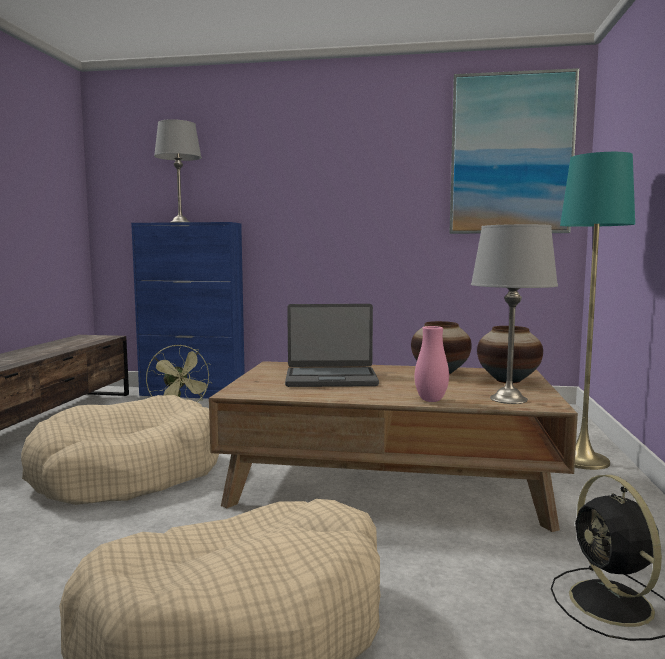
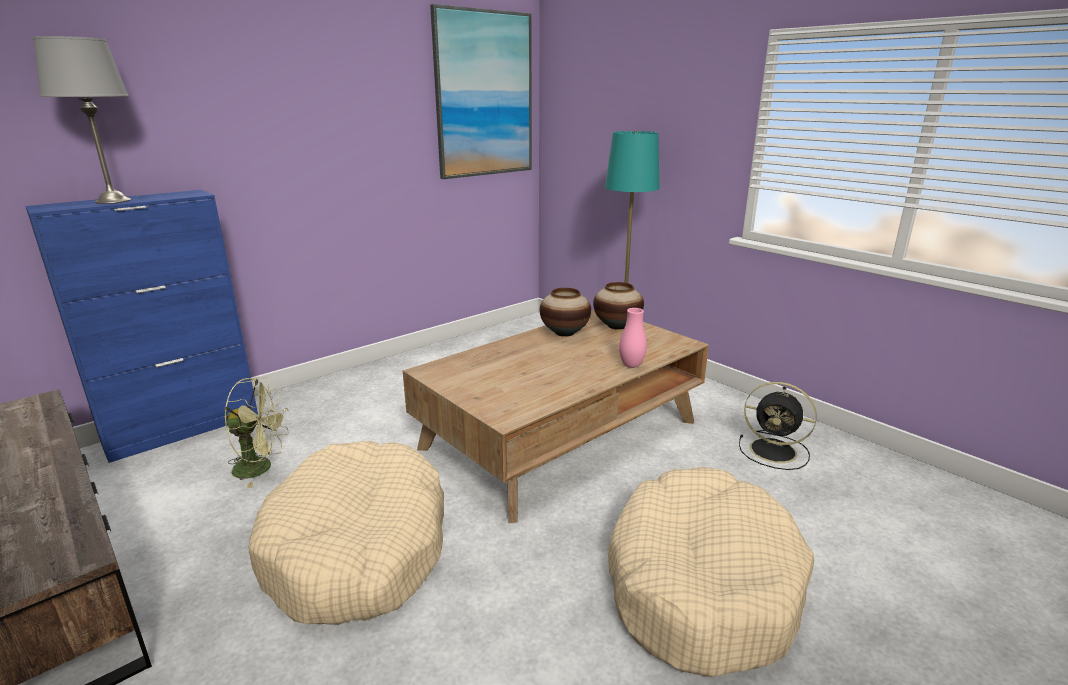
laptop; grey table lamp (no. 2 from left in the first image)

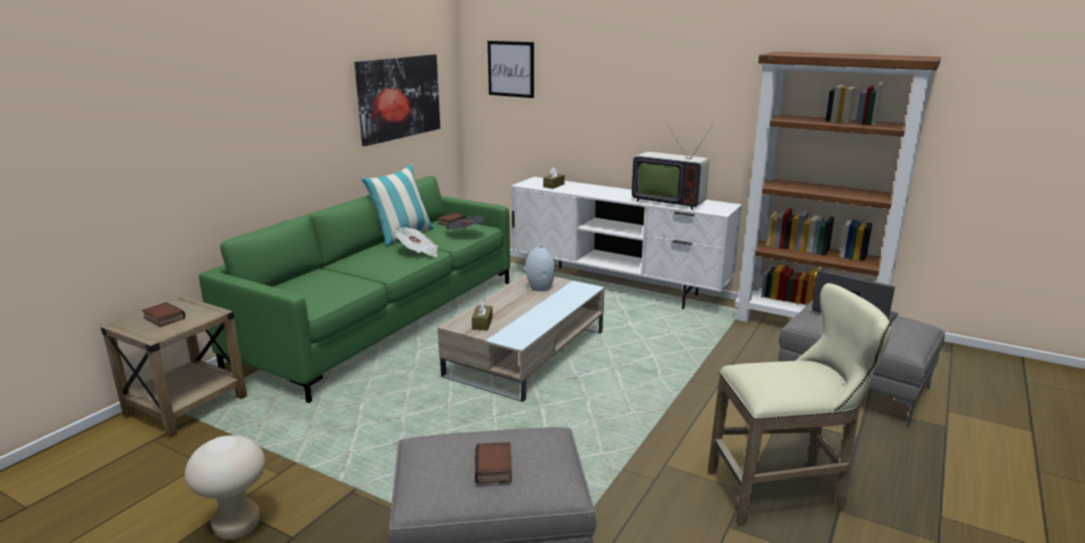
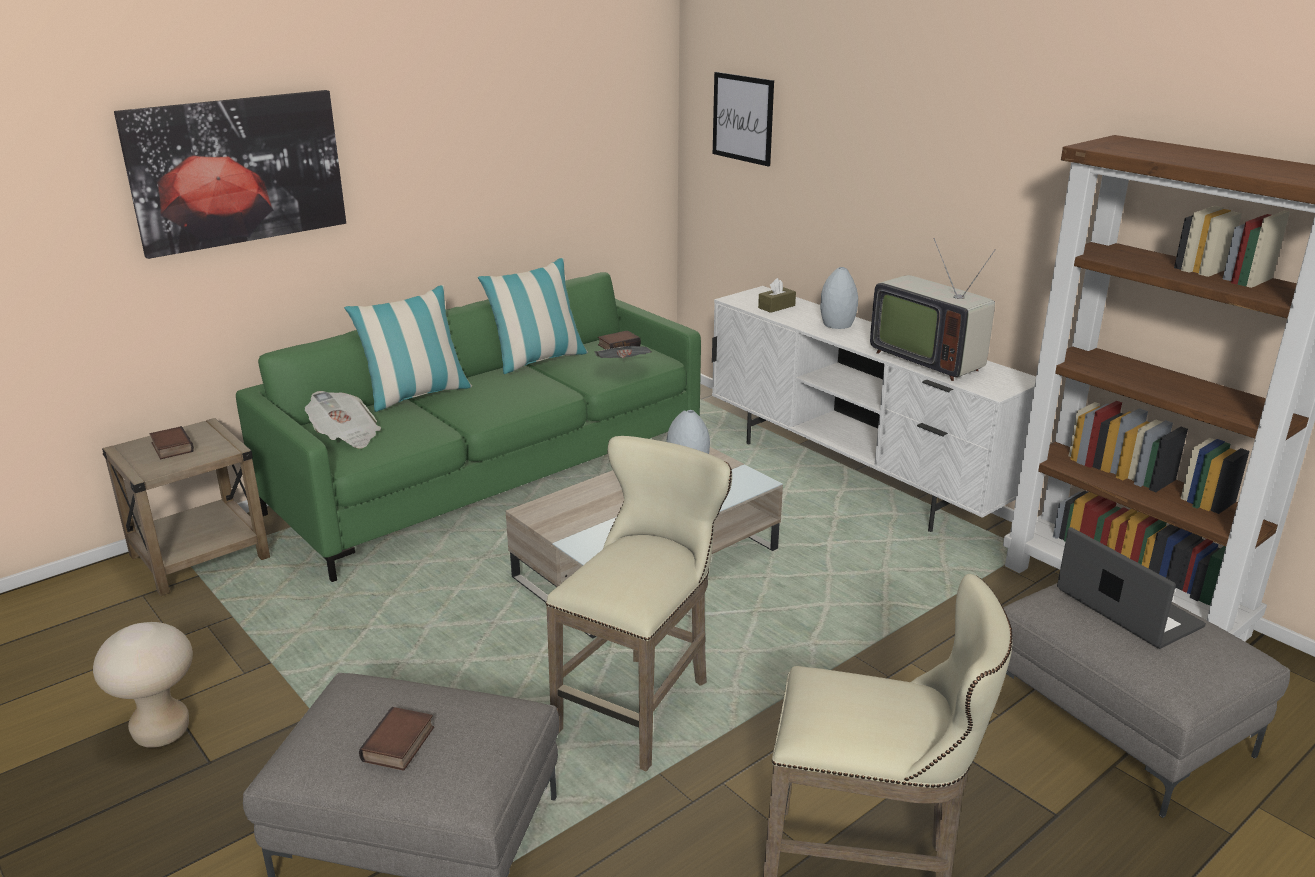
picture (no. 1 from left); newspaper (no. 1 from left); pillow (no. 1 from left); beige stool (no. 2 from left); grey vase (no. 2 from left); brown tissue box (no. 1 from left in the first image)

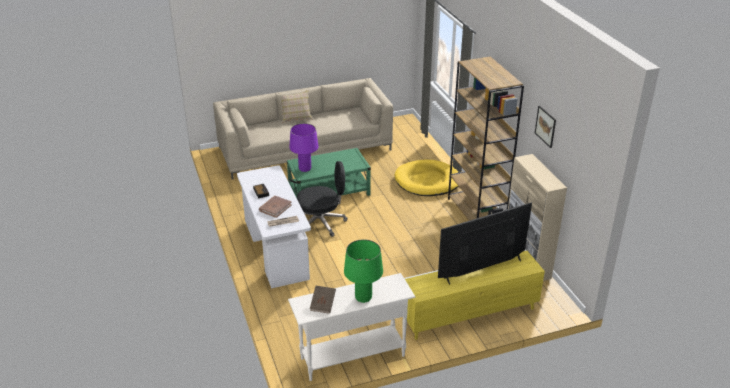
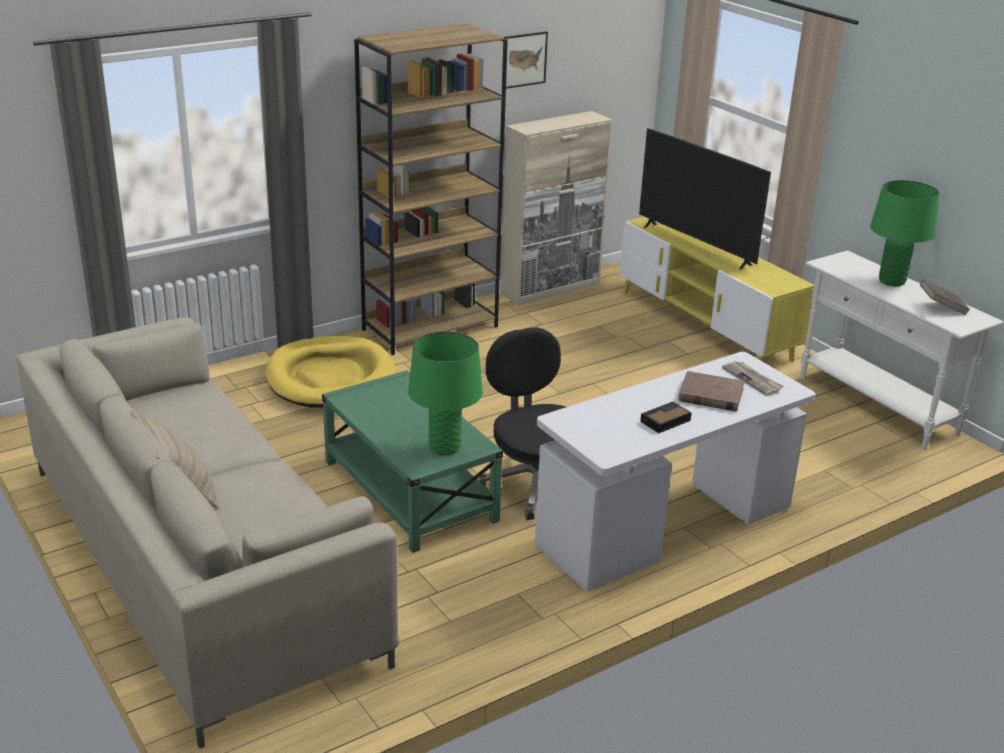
green table lamp (no. 1 from left)

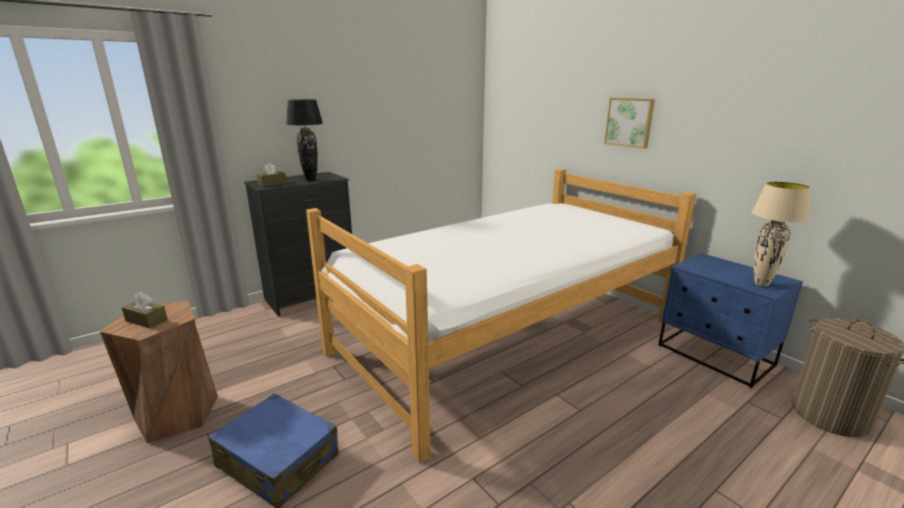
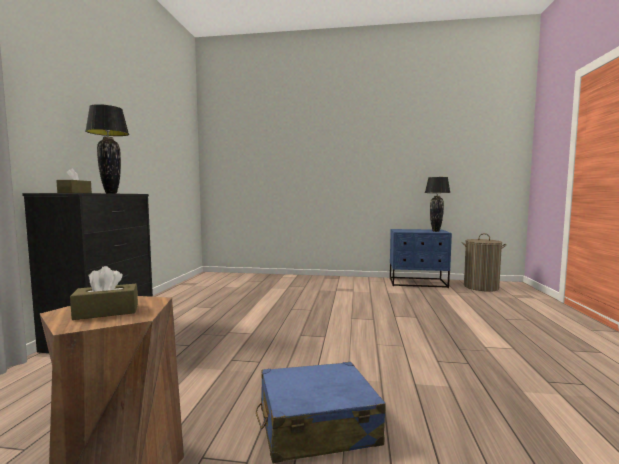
black table lamp (no. 2 from left); bed; picture

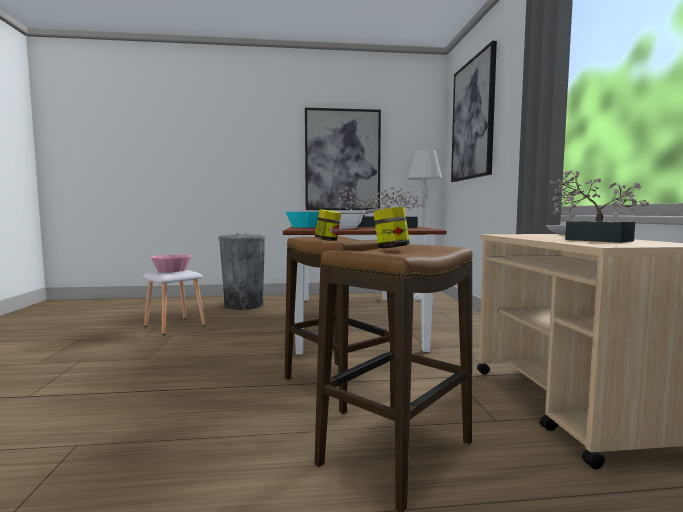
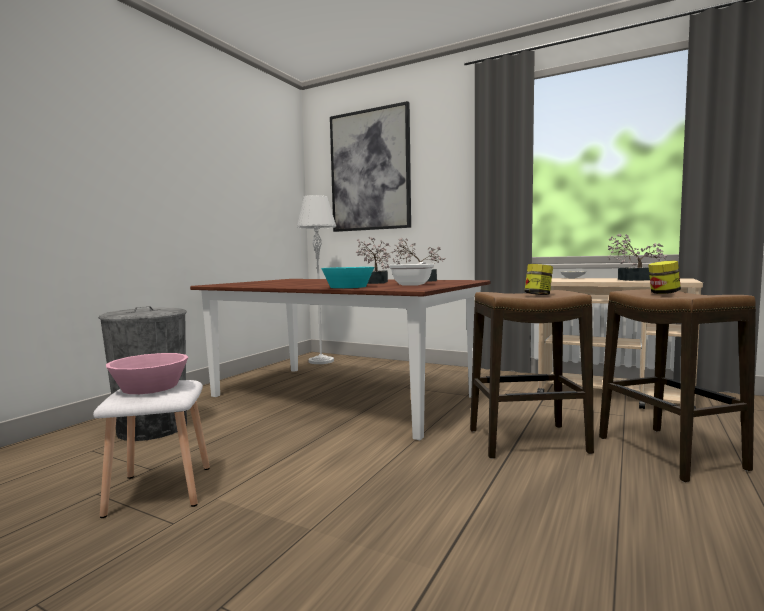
picture (no. 1 from left in the first image)

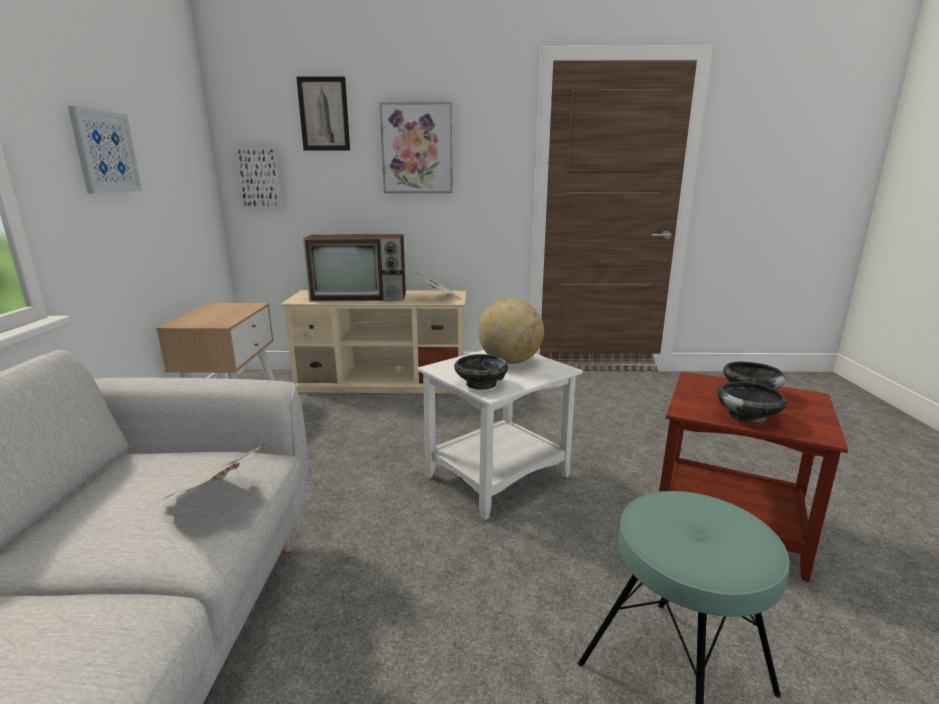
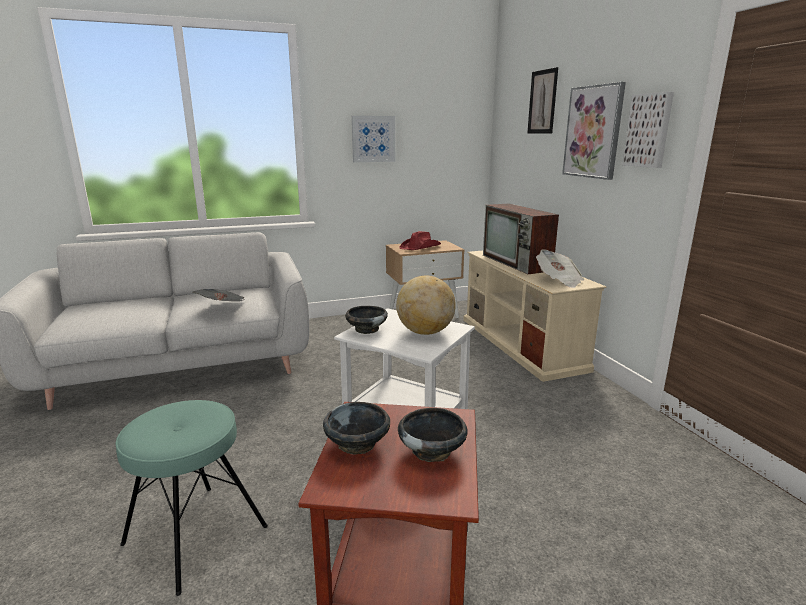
red hat; picture (no. 4 from left)

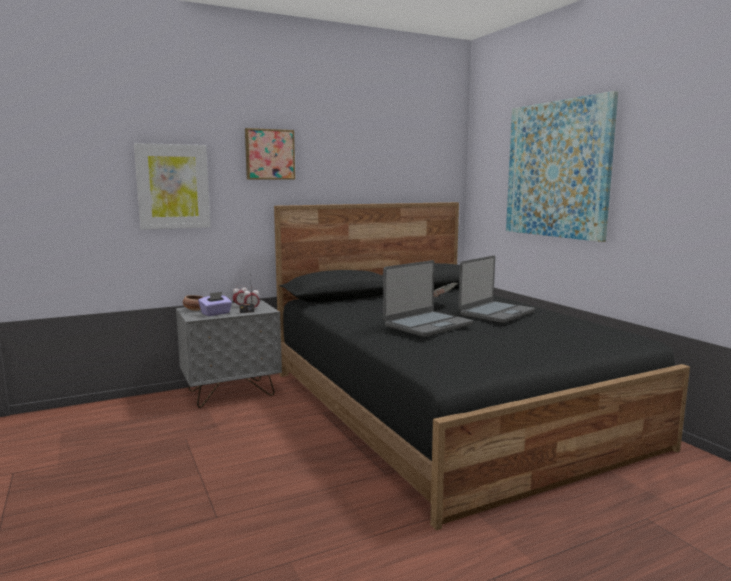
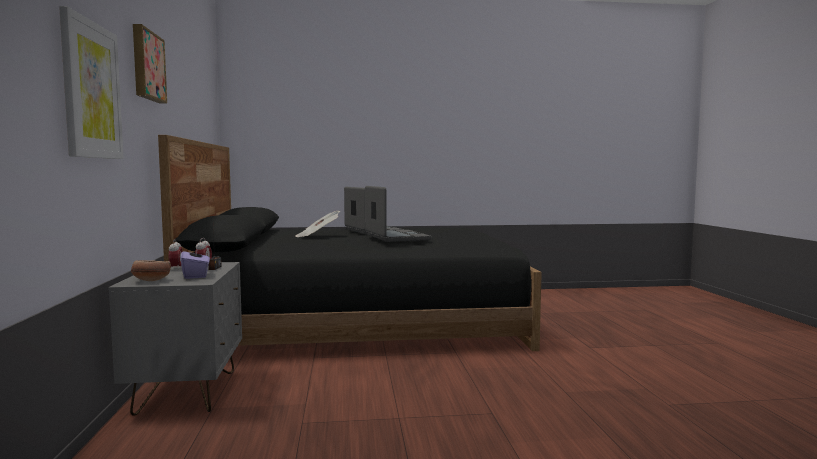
picture (no. 3 from left in the first image)

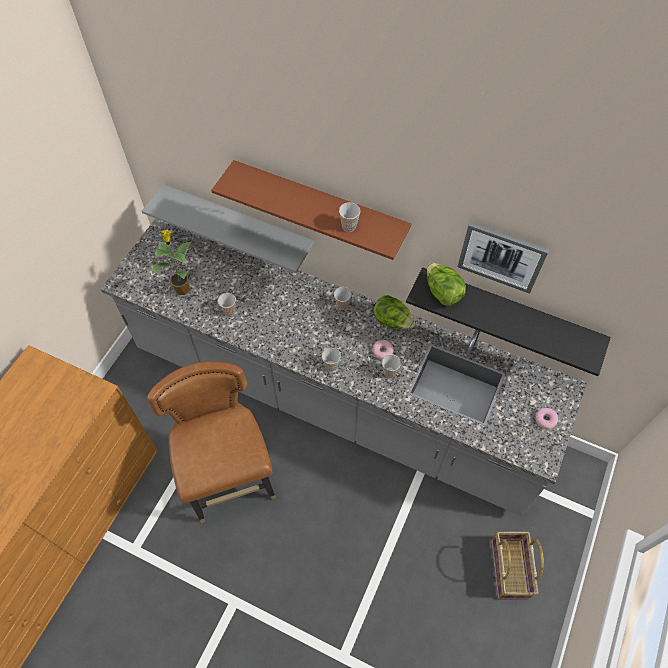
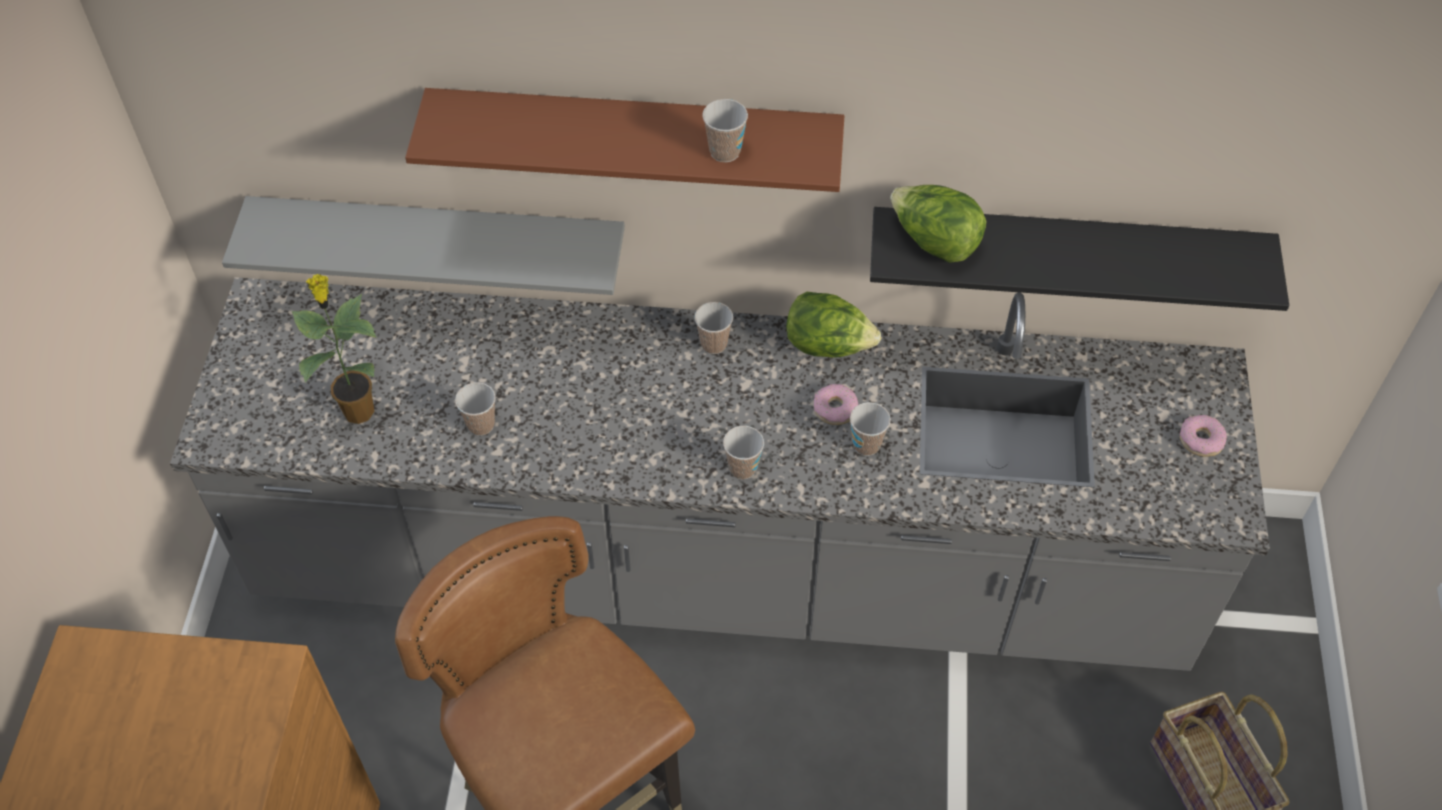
picture

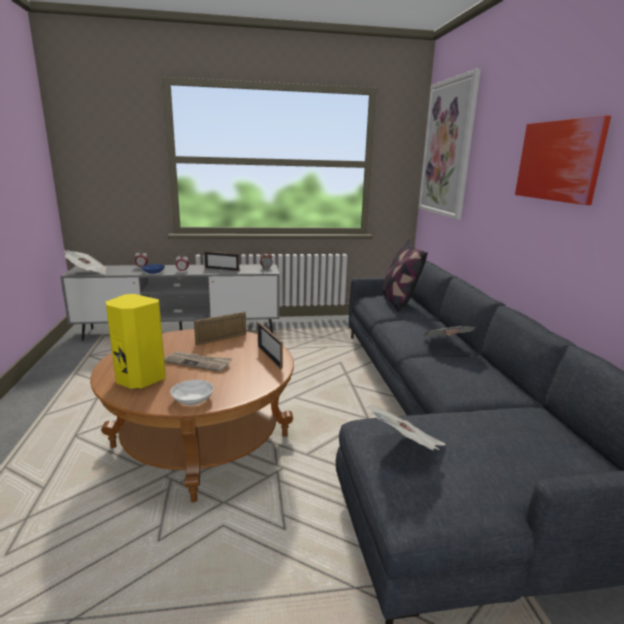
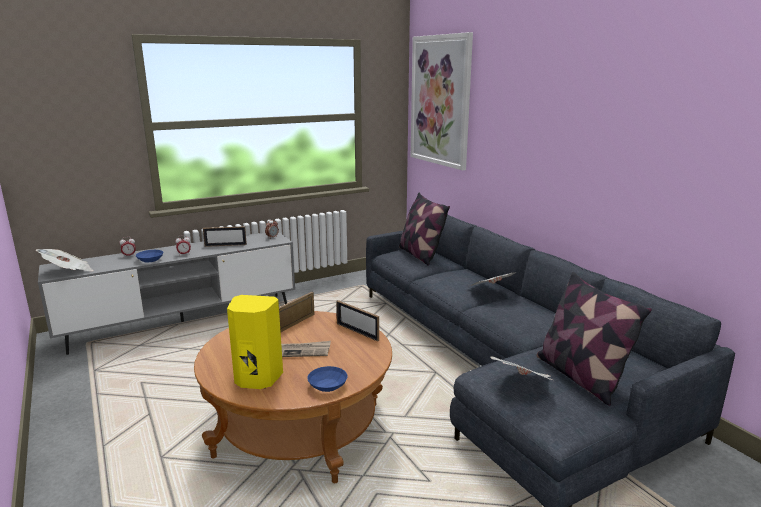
blue bowl (no. 2 from left); pillow (no. 2 from left); picture (no. 2 from left in the first image)

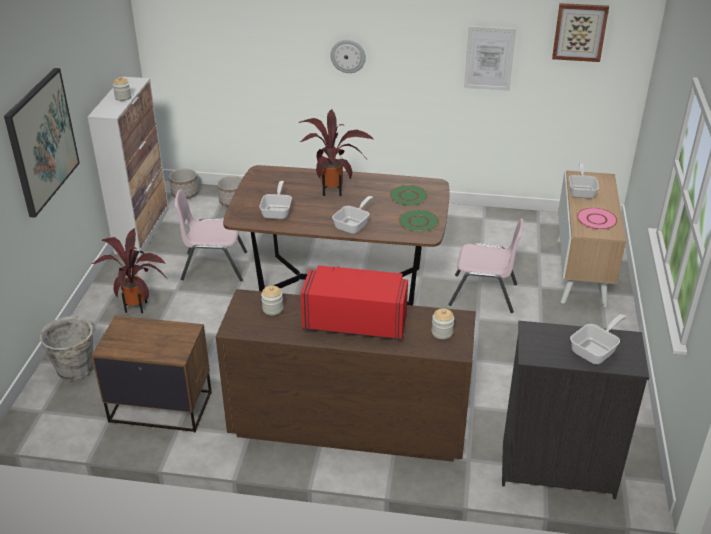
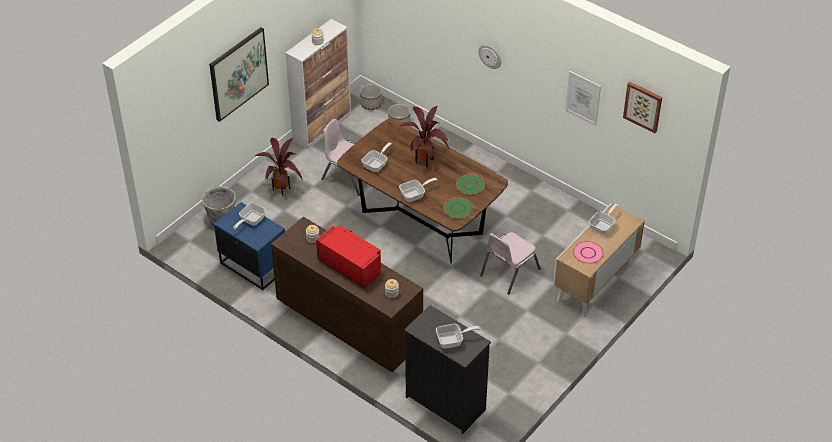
blue nightstand; frying pan (no. 1 from left); pink chair (no. 2 from left)

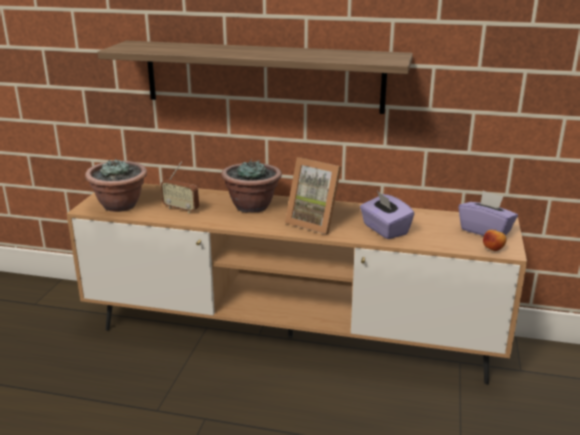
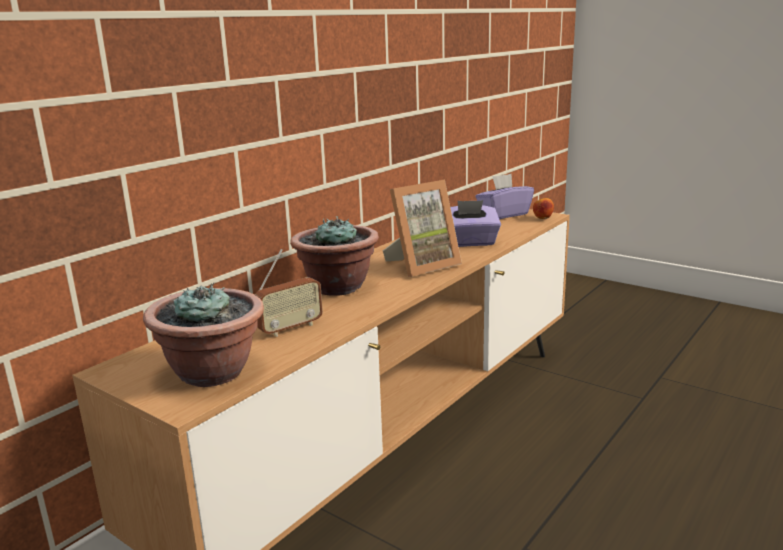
shelf

